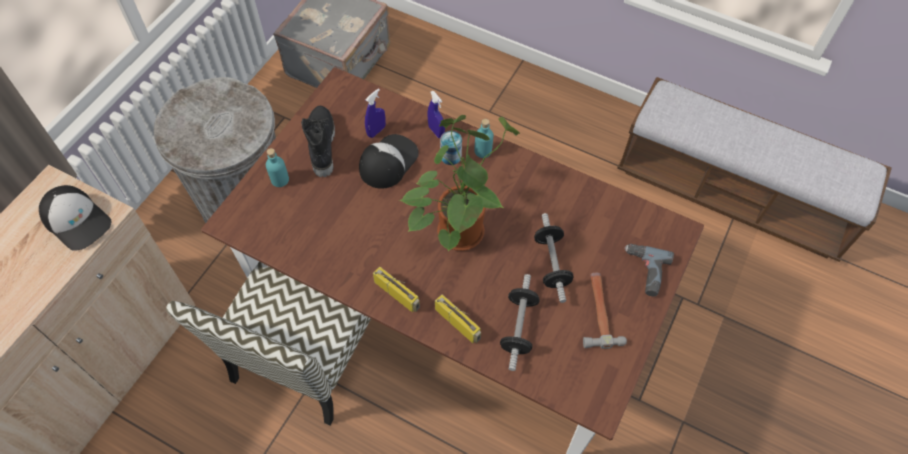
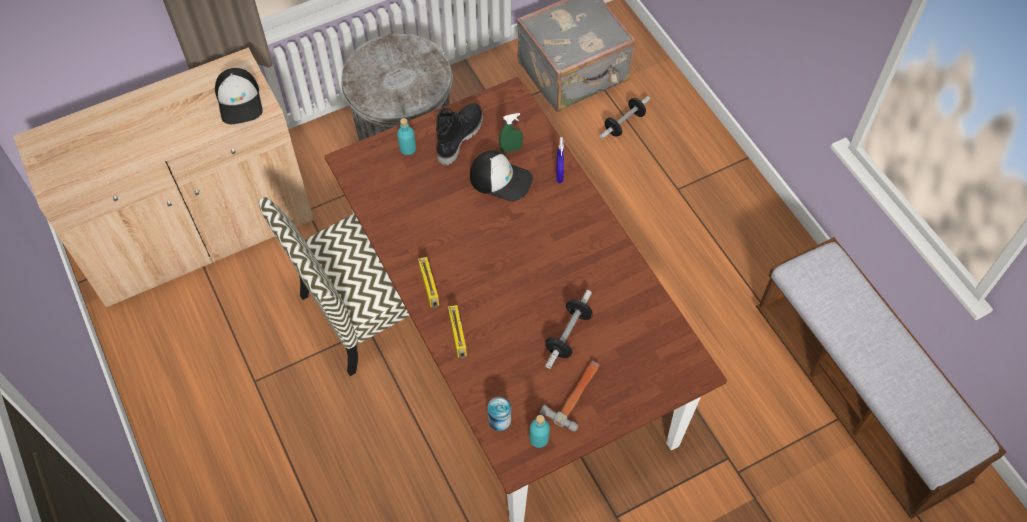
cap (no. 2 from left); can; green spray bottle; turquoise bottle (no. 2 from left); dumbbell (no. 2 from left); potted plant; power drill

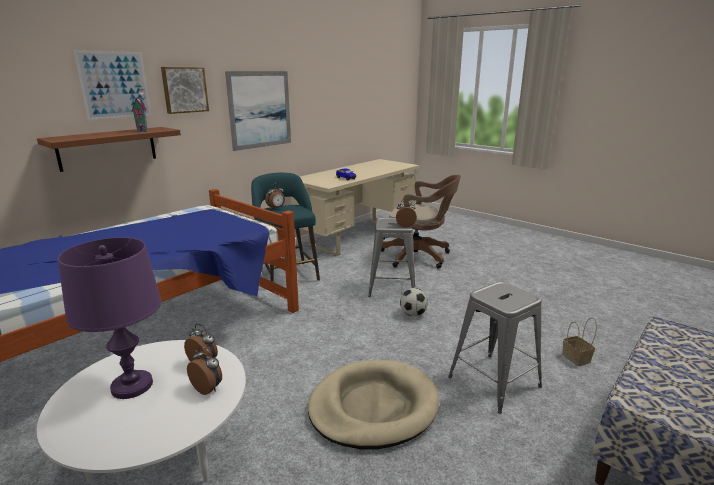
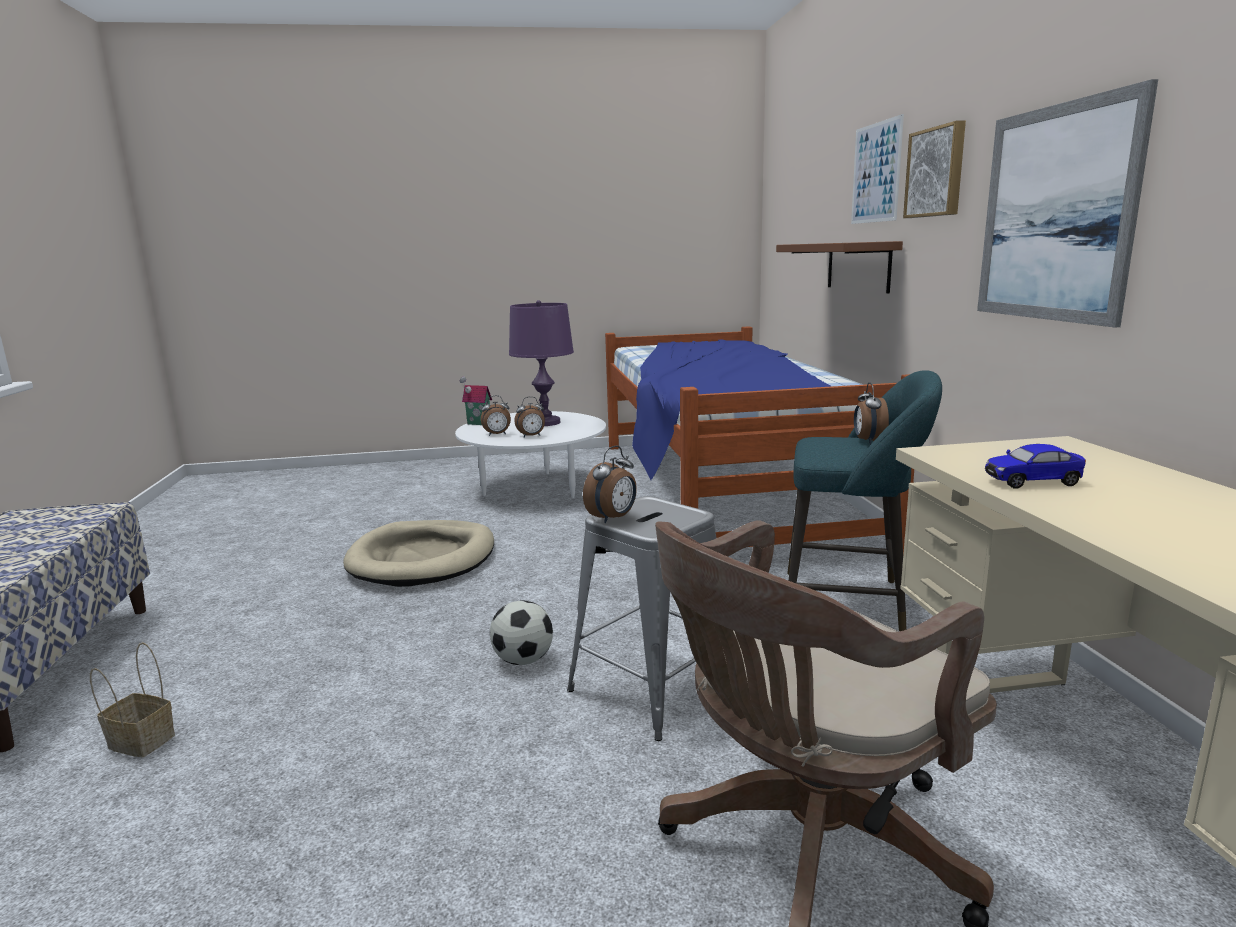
toy house; grey stool (no. 2 from left in the first image)

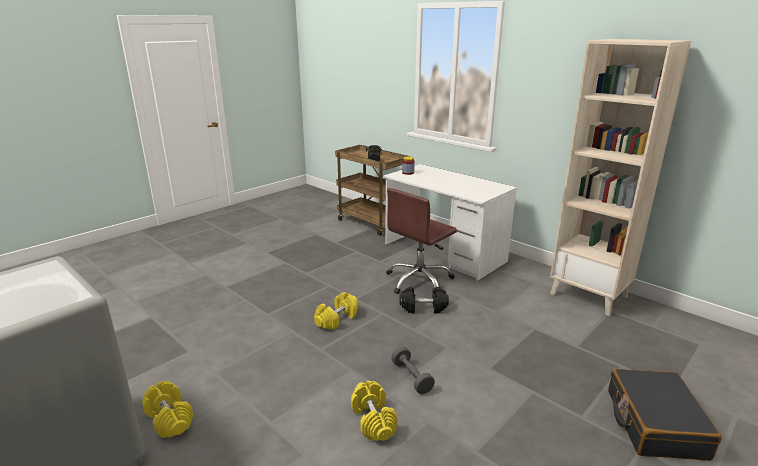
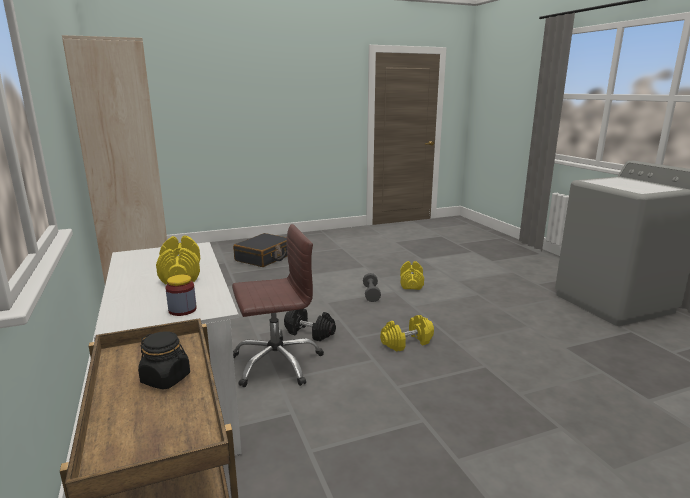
yellow dumbbell (no. 1 from left)

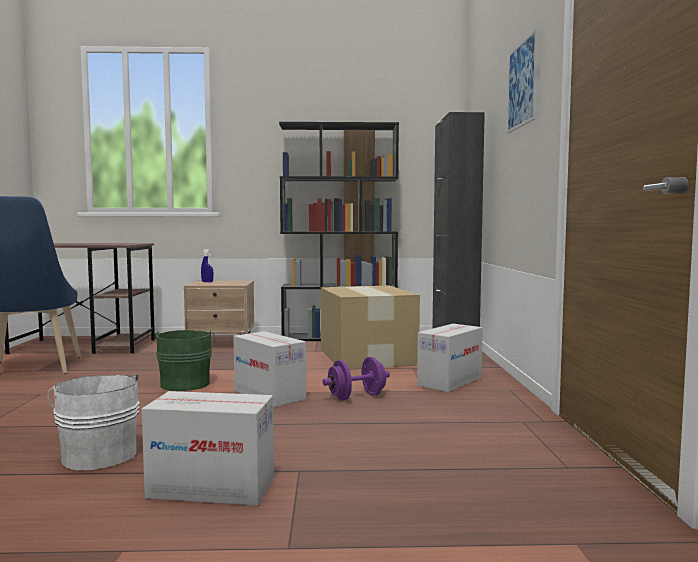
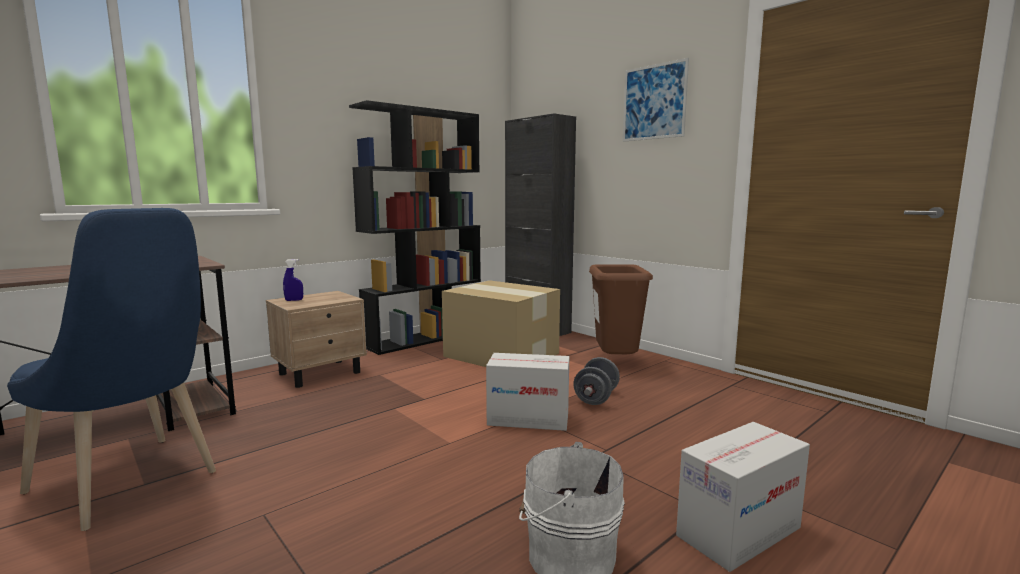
grey dumbbell; brown trash can; green bucket

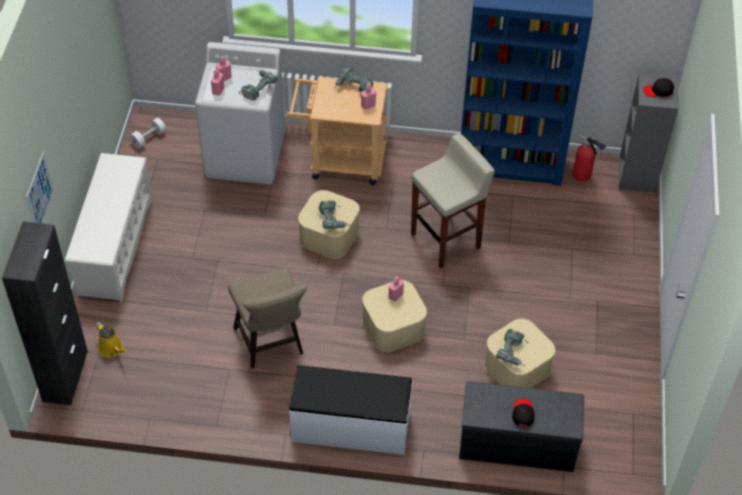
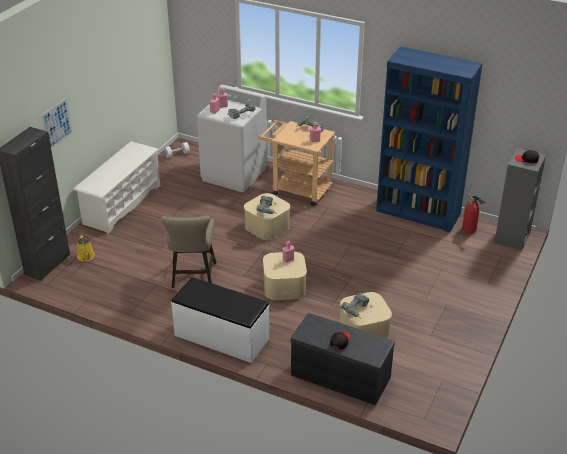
beige stool (no. 2 from left in the first image)

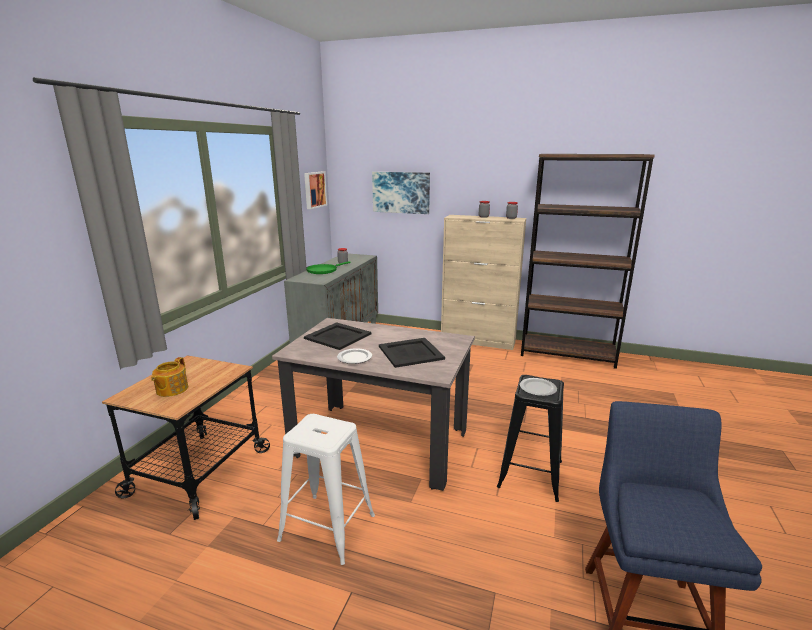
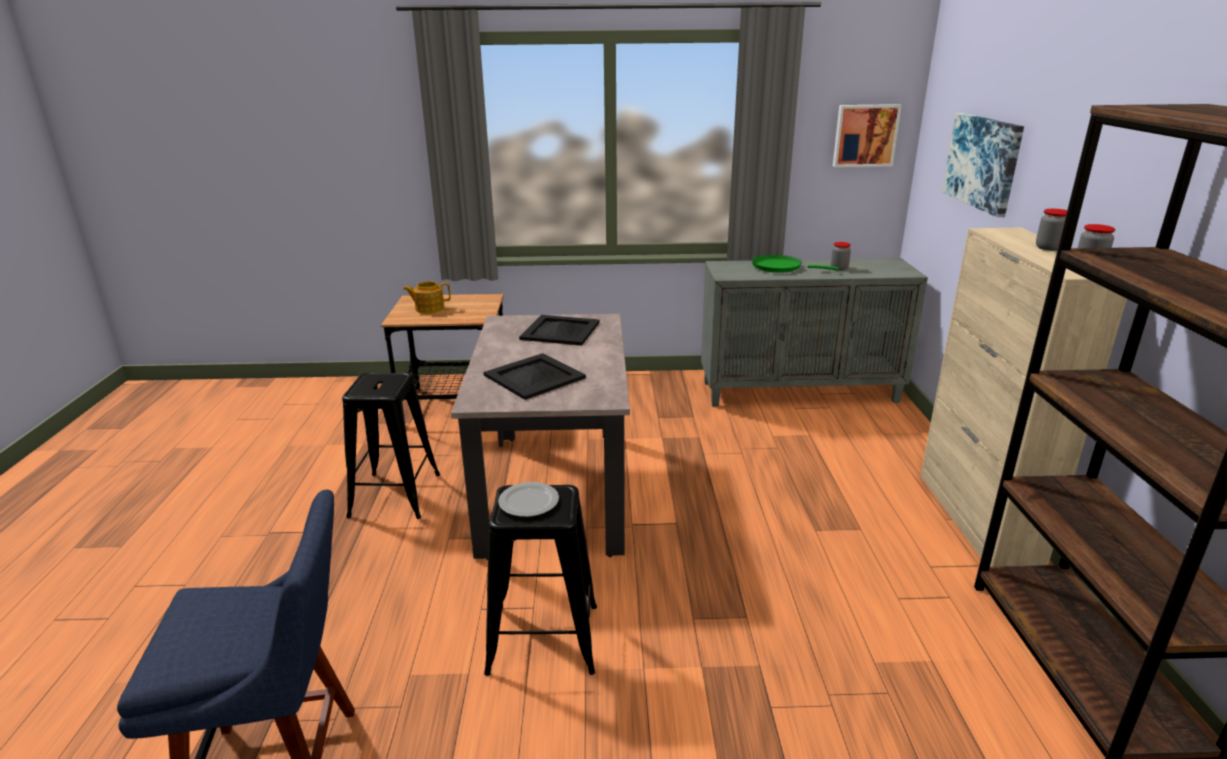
black stool (no. 1 from left); plate (no. 1 from left in the first image)

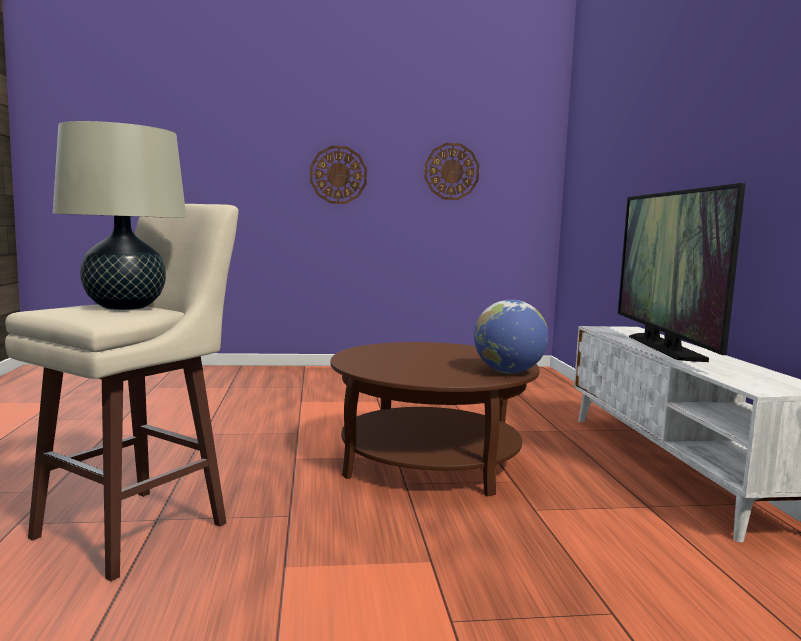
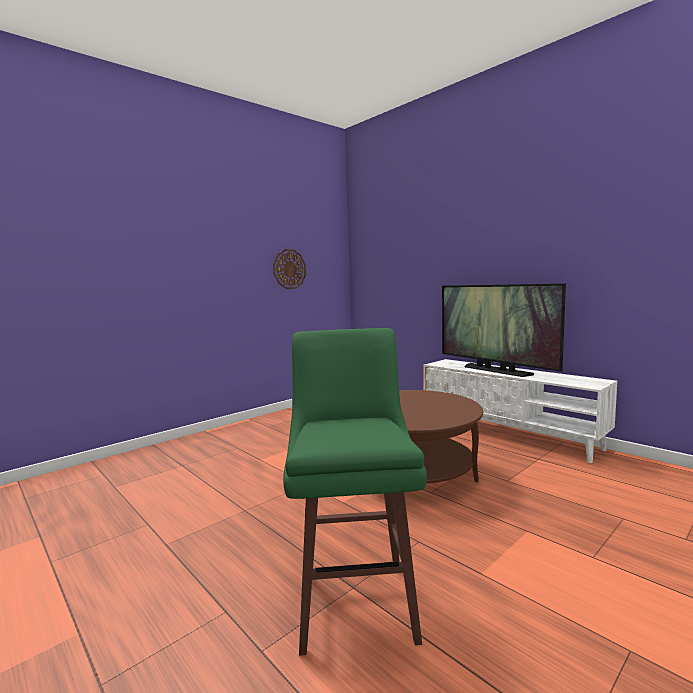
green stool; beige table lamp; wall clock (no. 1 from left in the first image); globe

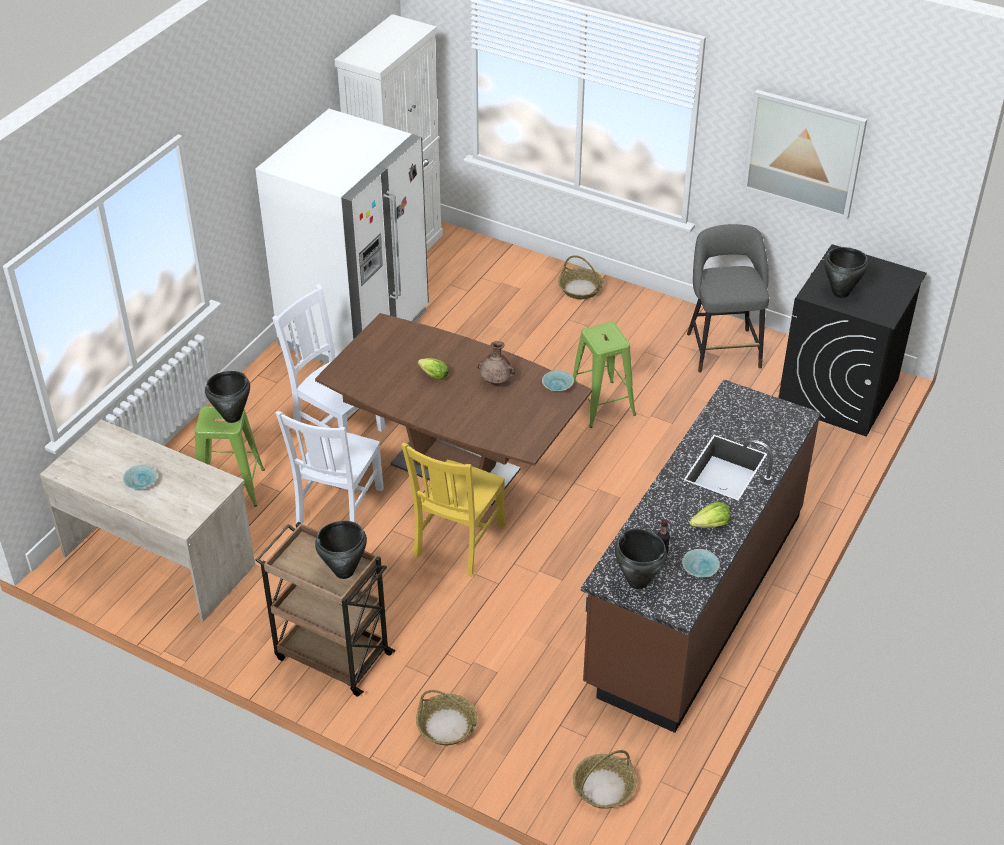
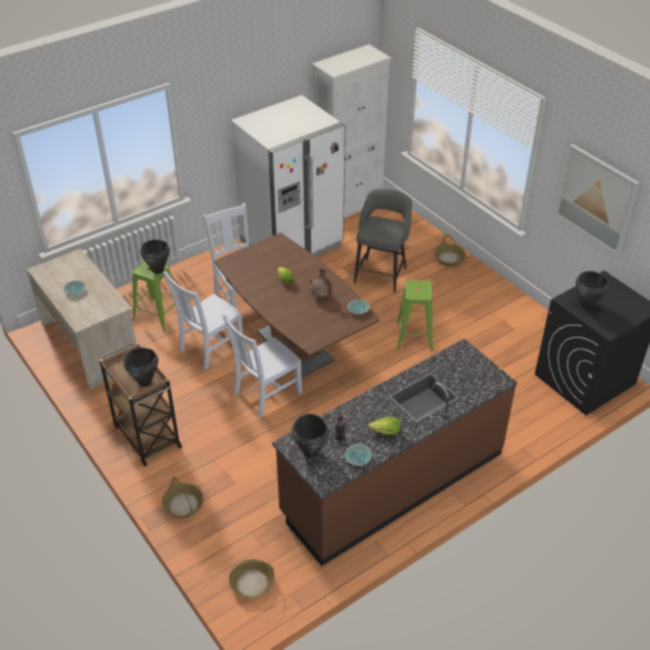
white chair (no. 3 from left); grey stool

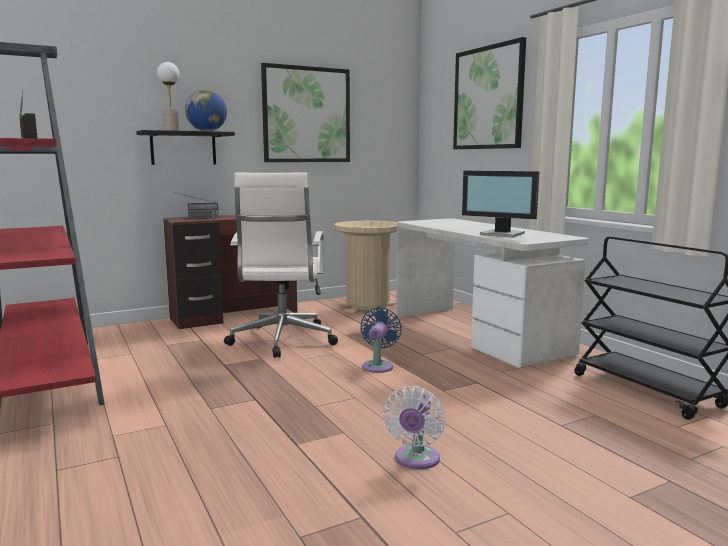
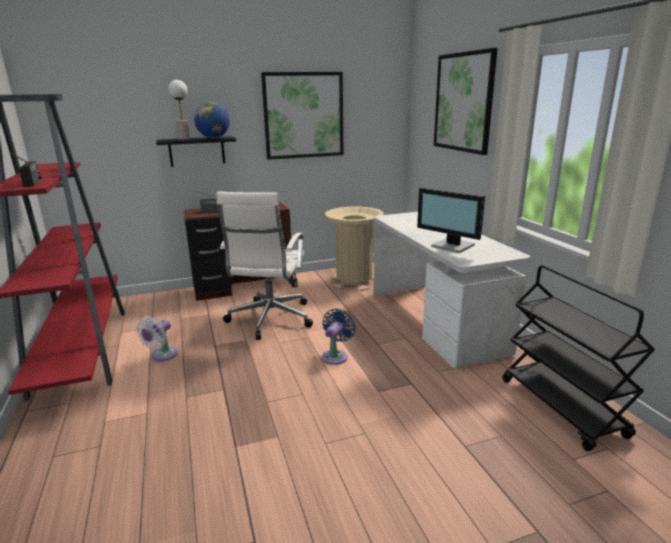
white fan

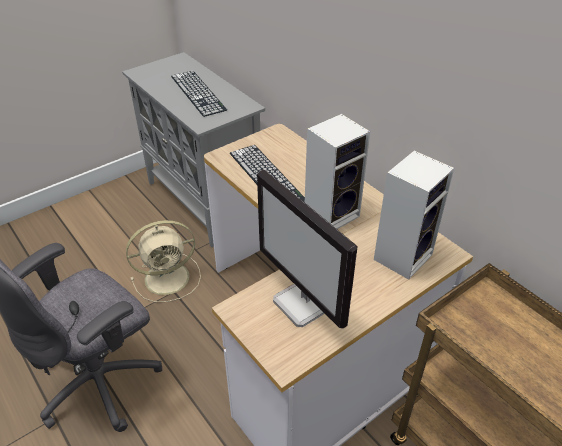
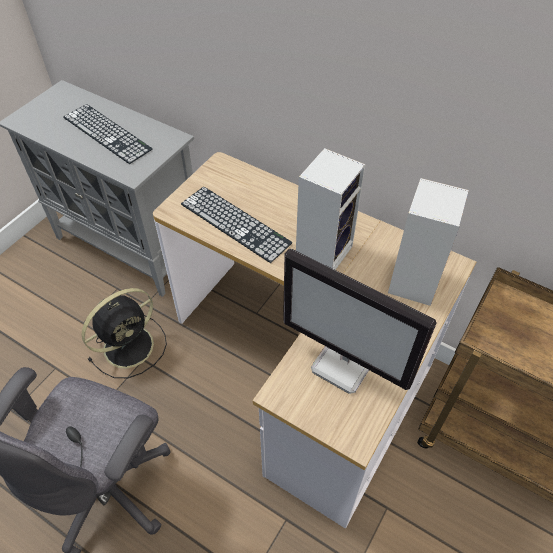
black fan

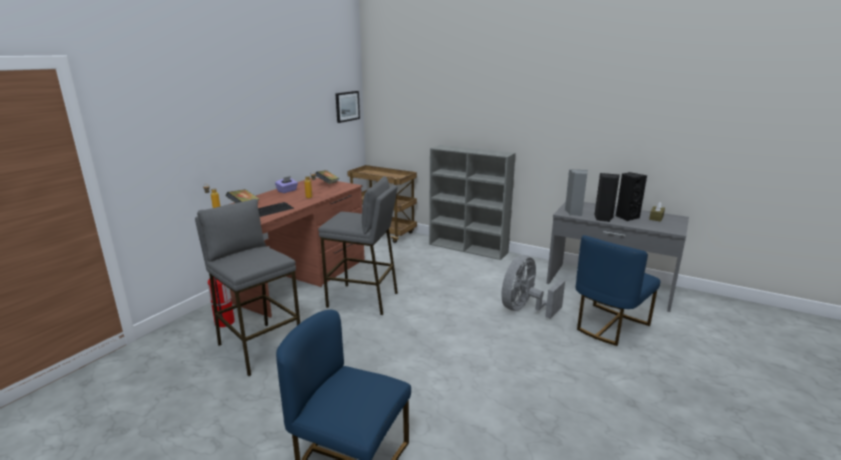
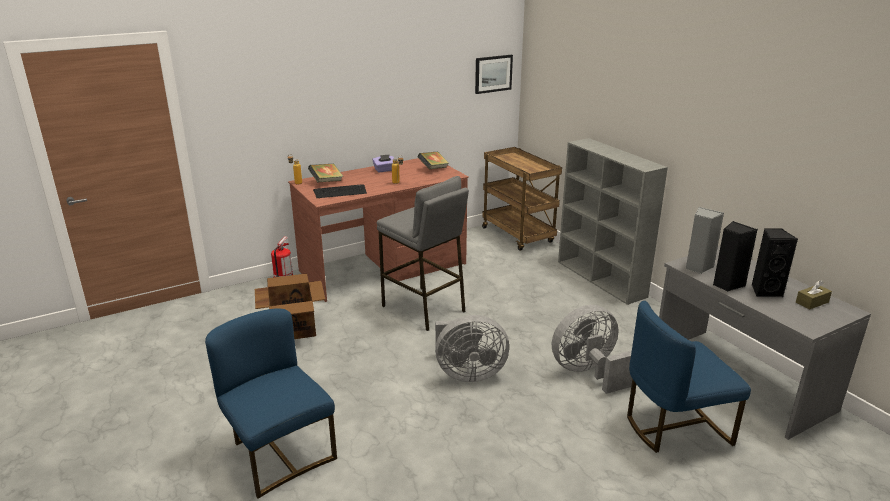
cardboard box; grey fan (no. 1 from left)

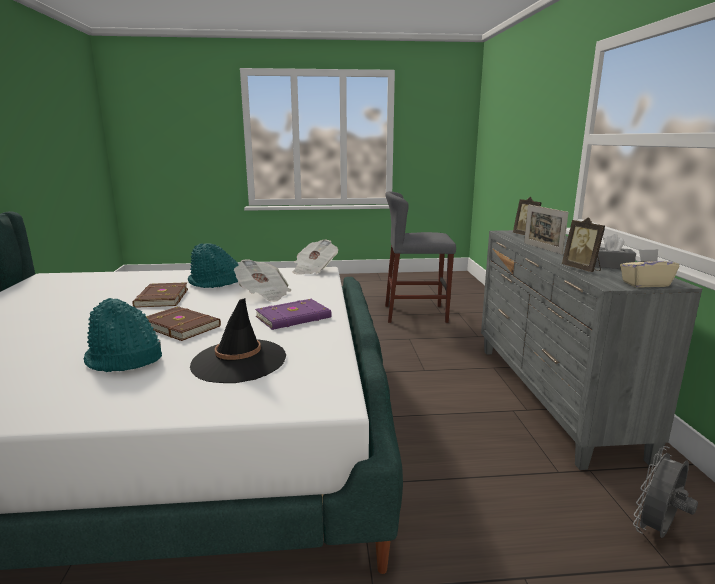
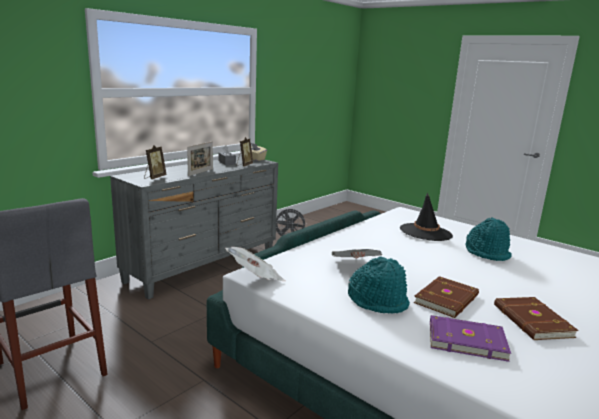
purple book; brown book (no. 2 from left)

